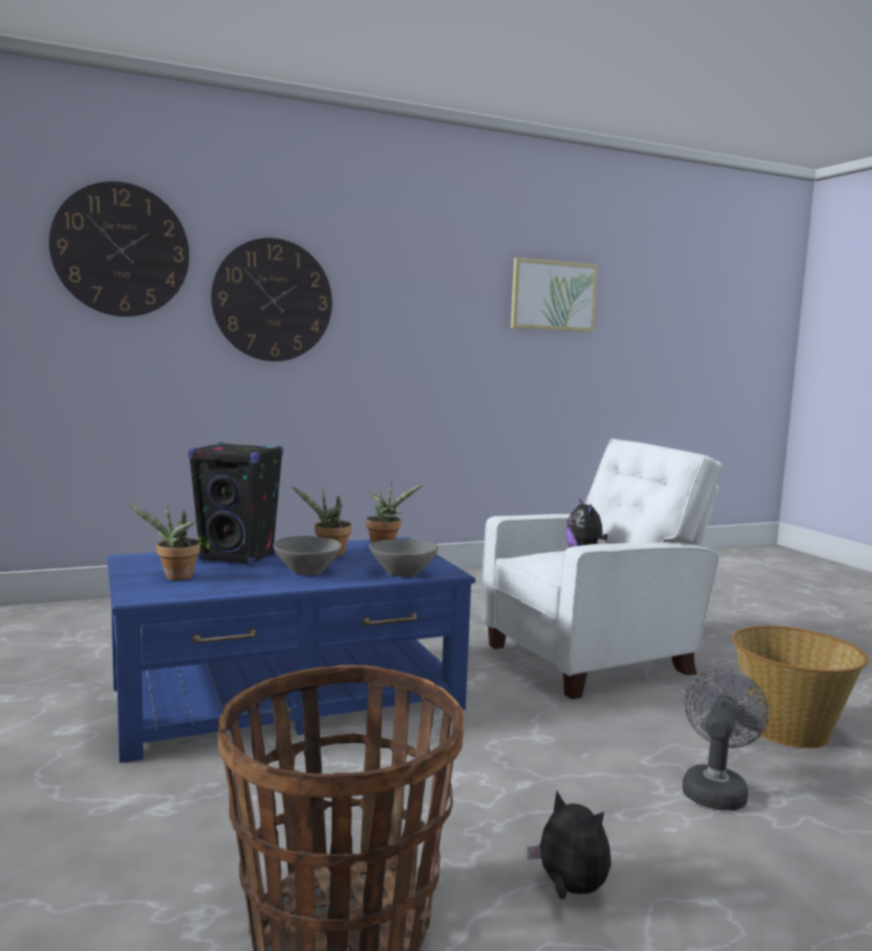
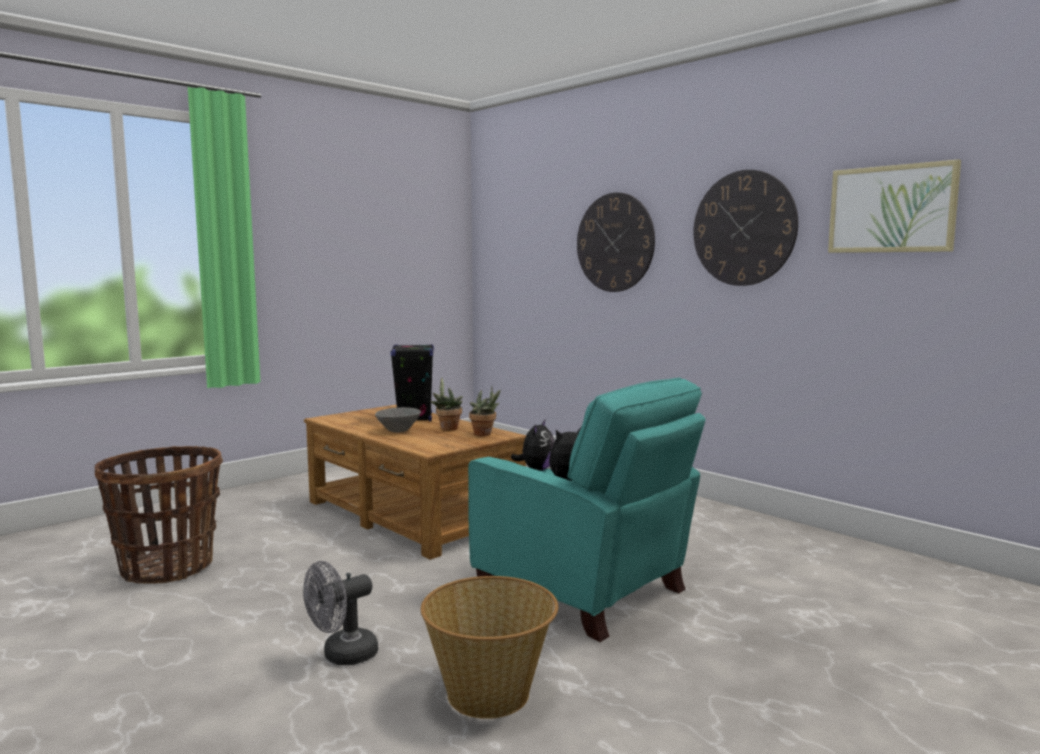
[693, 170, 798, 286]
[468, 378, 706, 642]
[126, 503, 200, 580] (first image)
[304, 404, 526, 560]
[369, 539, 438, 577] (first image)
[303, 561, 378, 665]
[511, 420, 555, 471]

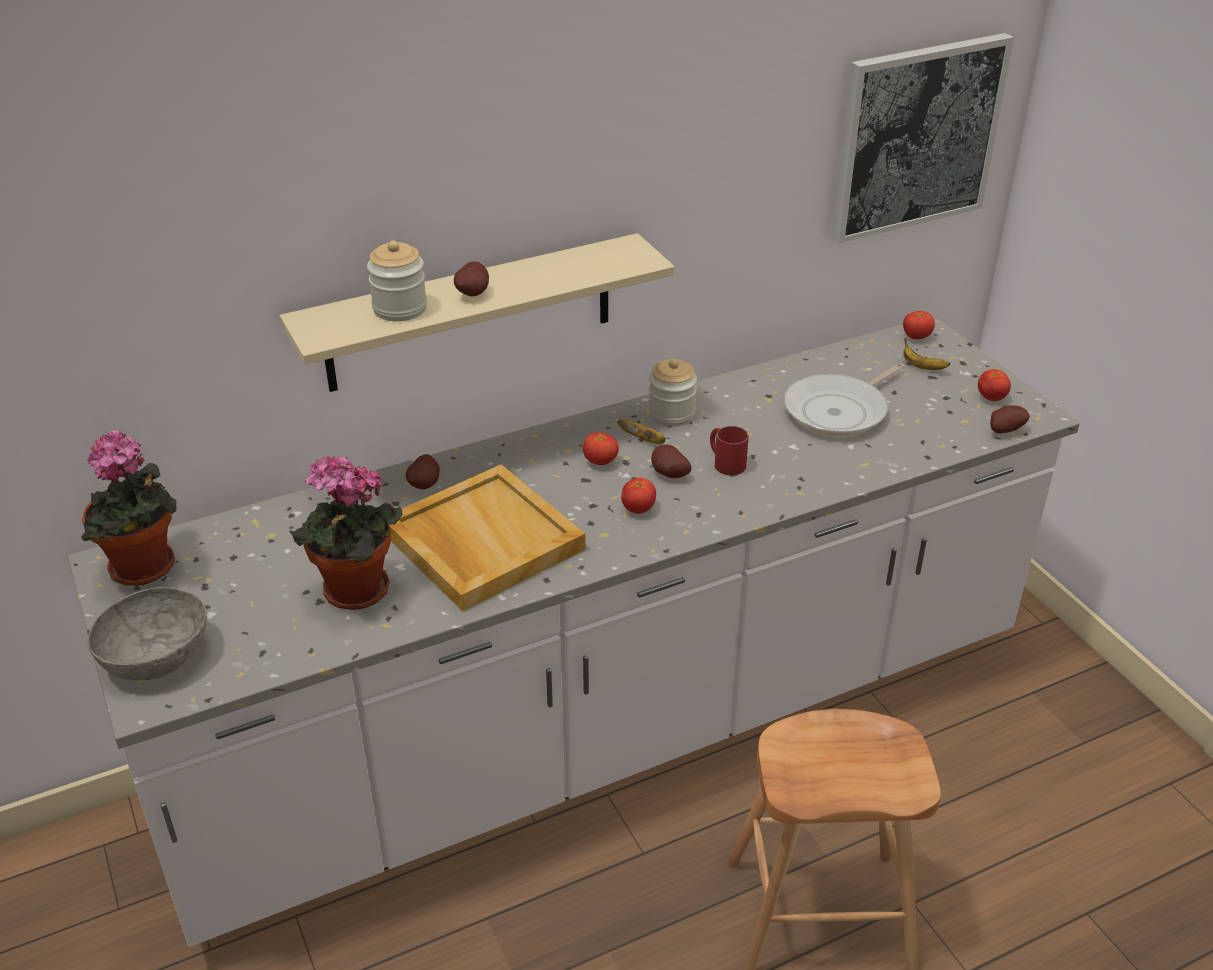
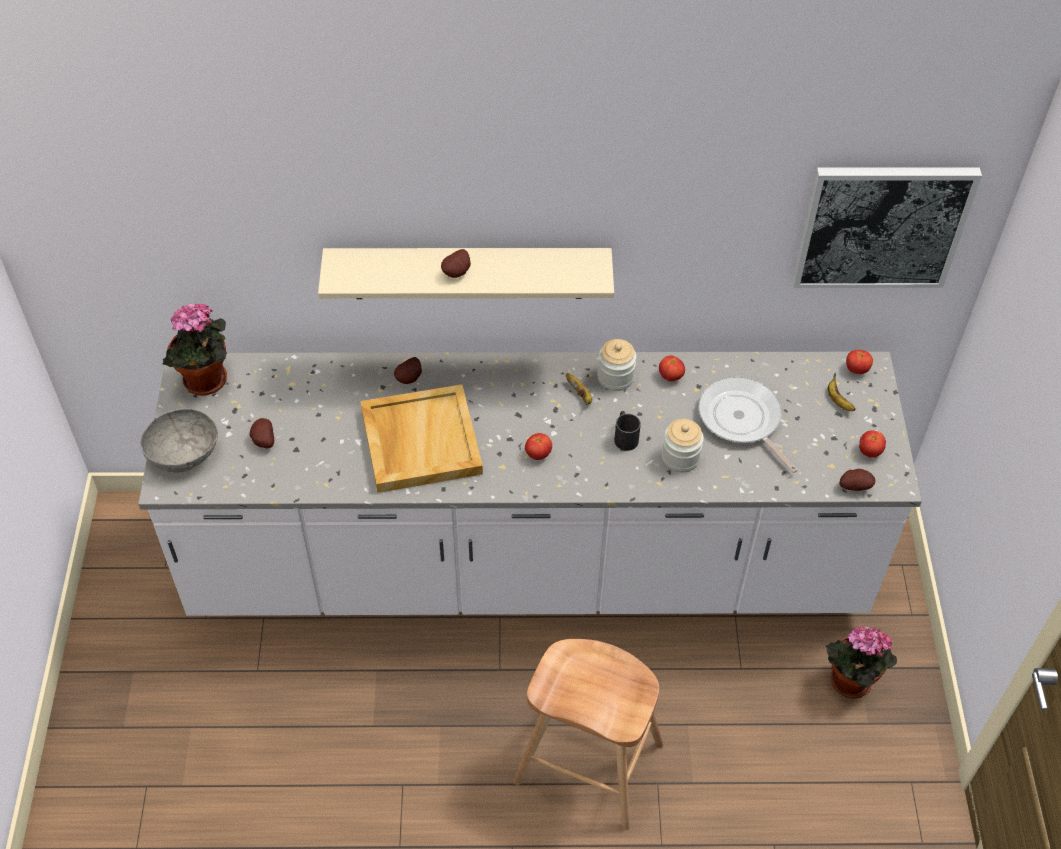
[662, 419, 704, 472]
[698, 377, 797, 473]
[614, 411, 641, 451]
[659, 356, 685, 381]
[250, 418, 274, 448]
[826, 627, 897, 699]

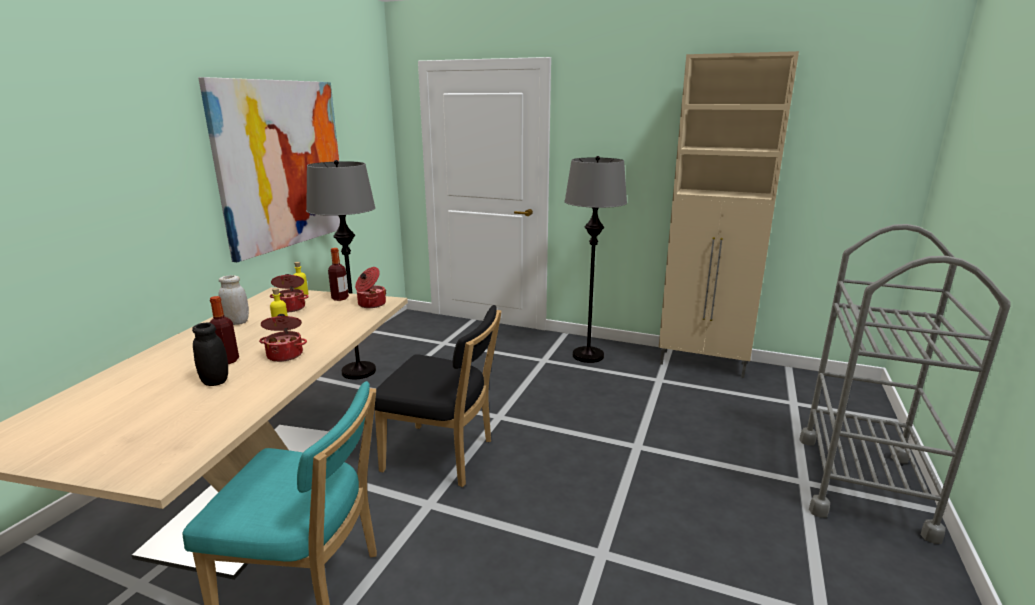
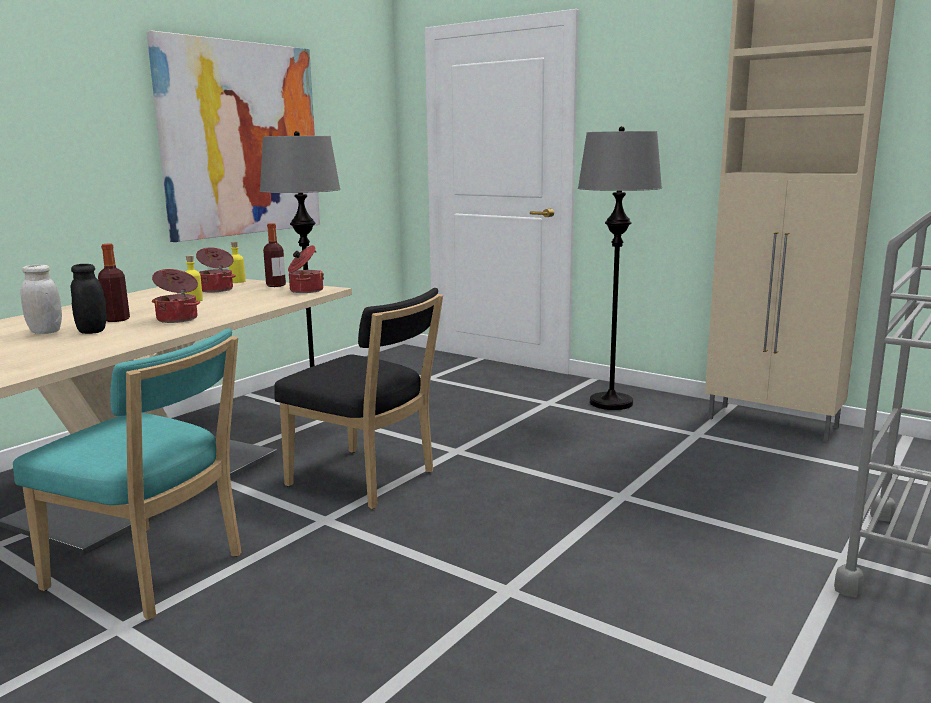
[21, 264, 62, 334]

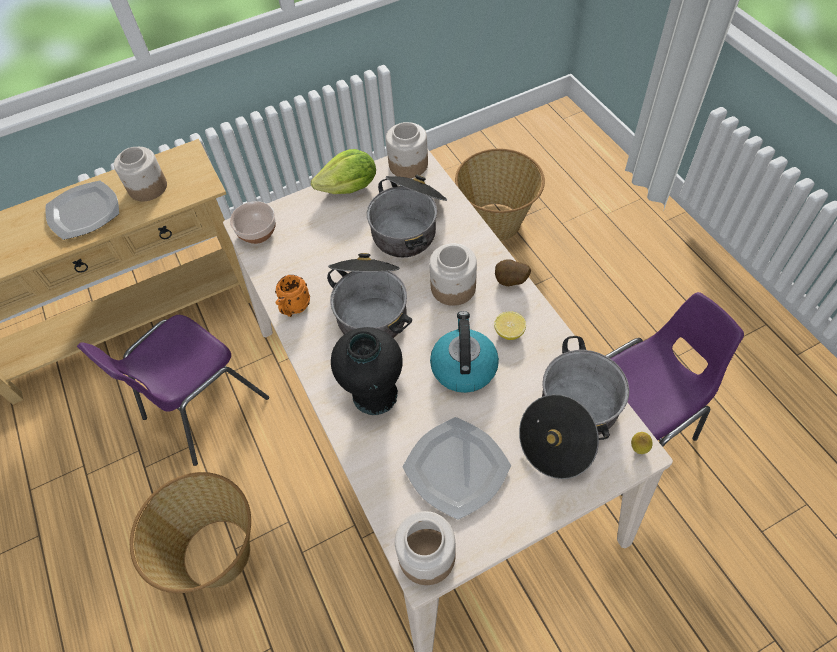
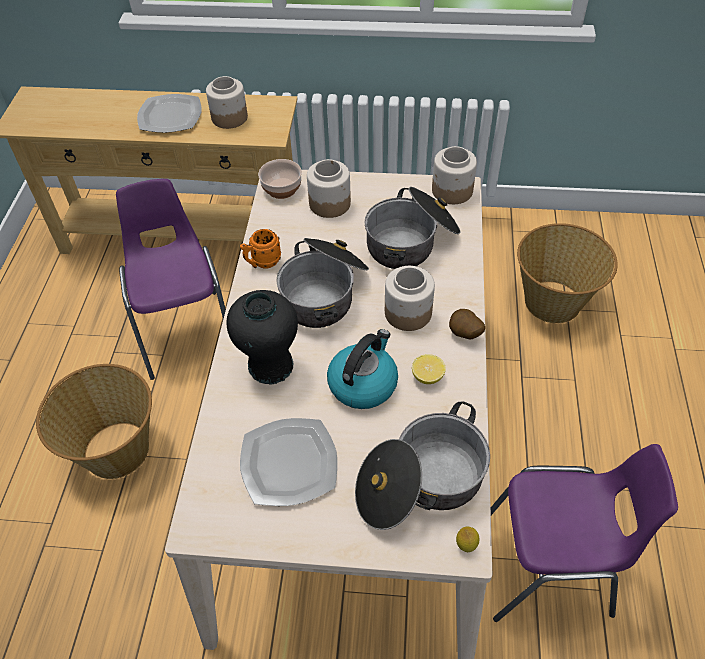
[311, 149, 376, 194] (first image)
[116, 179, 226, 380]
[307, 159, 351, 218]

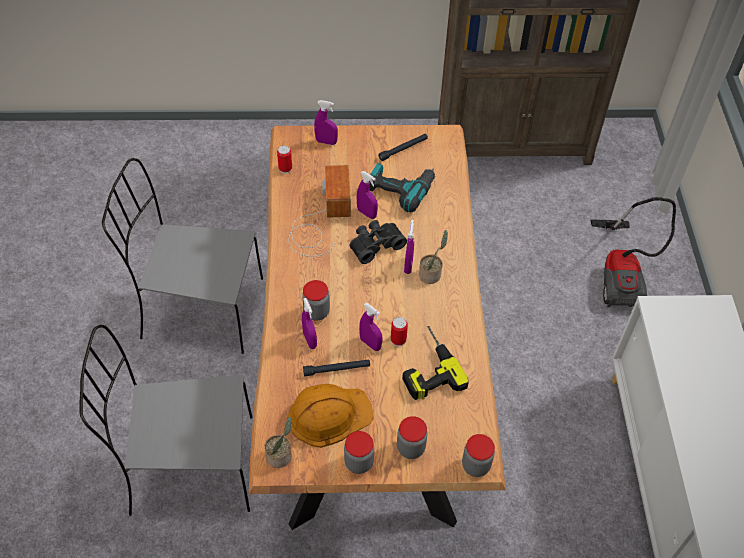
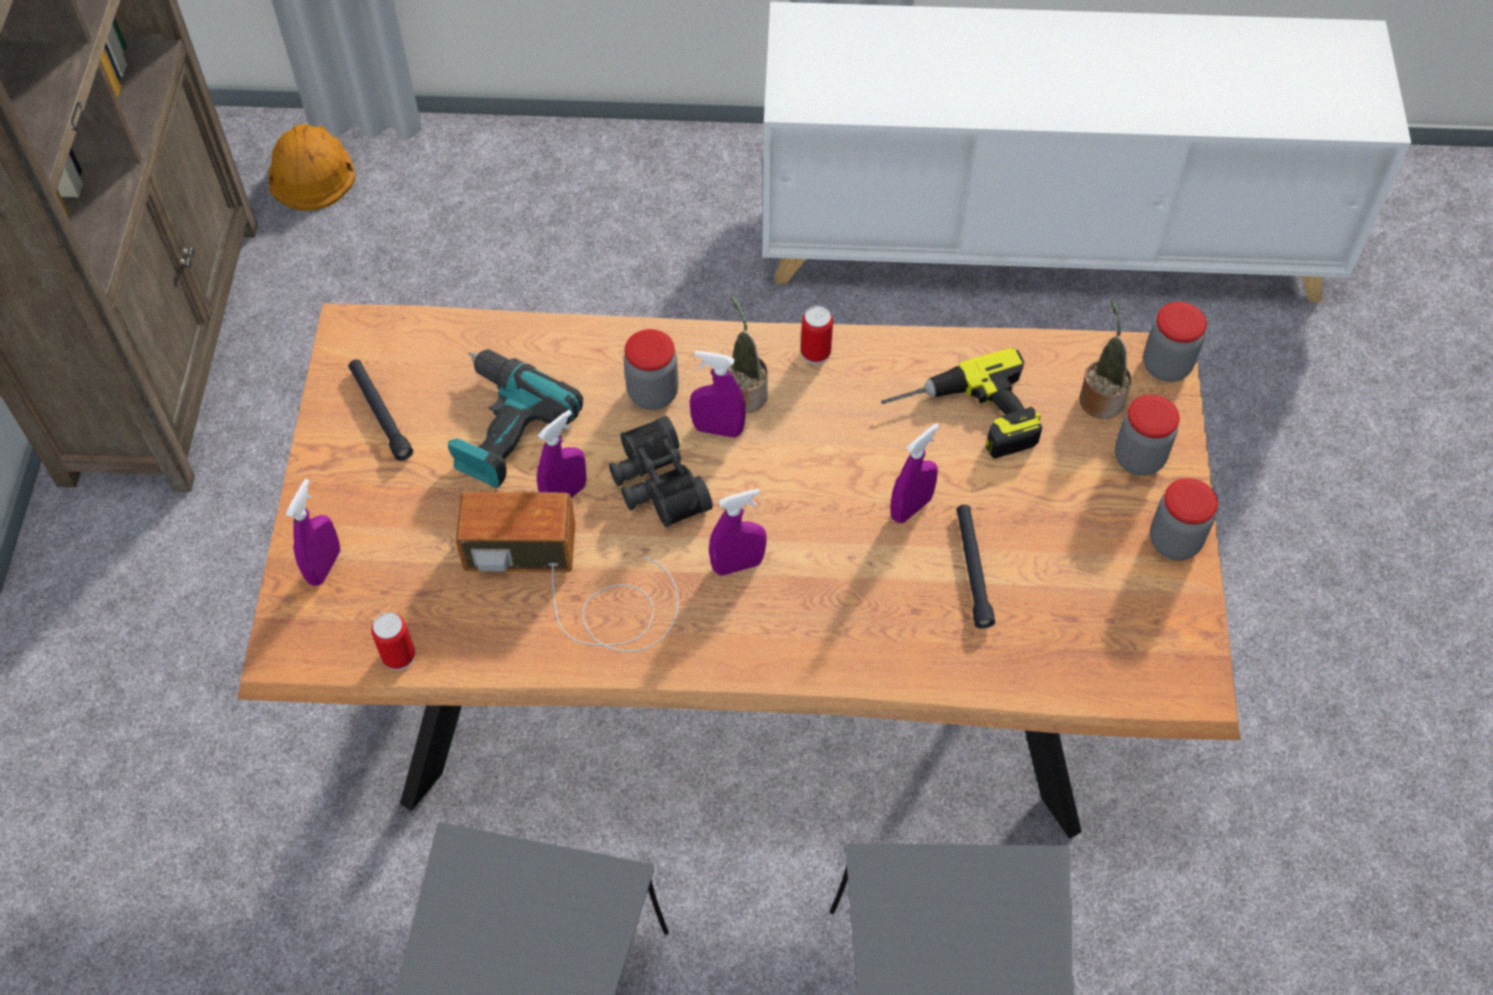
[590, 197, 676, 307] (first image)
[624, 329, 678, 410]
[709, 488, 767, 576]
[801, 306, 833, 364]
[269, 124, 356, 211]
[1080, 300, 1132, 419]

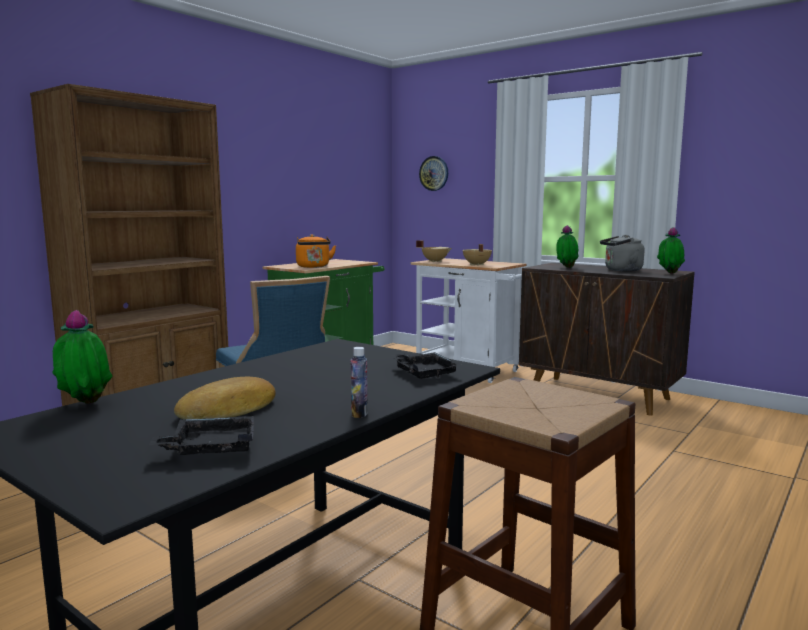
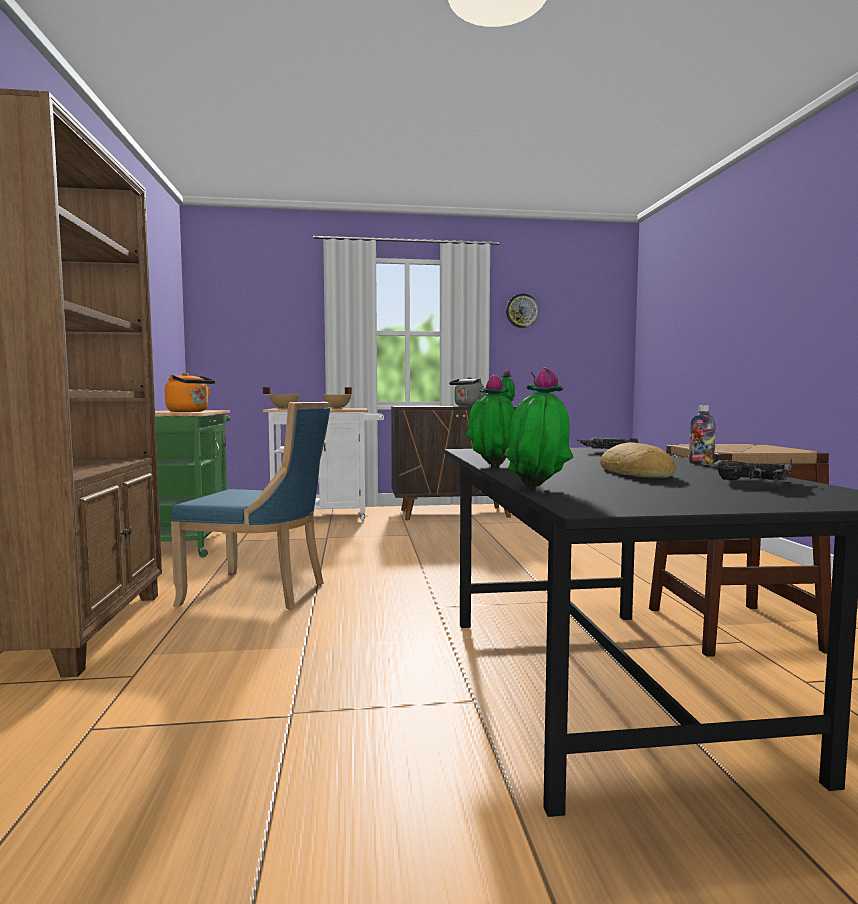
[506, 294, 539, 328]
[466, 374, 515, 466]

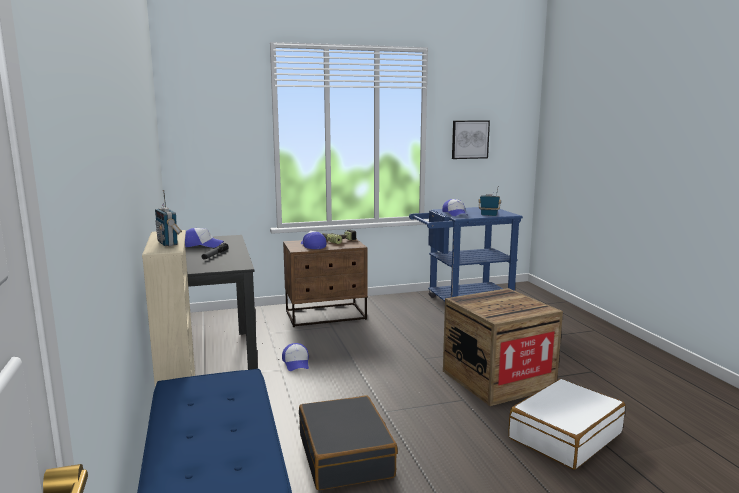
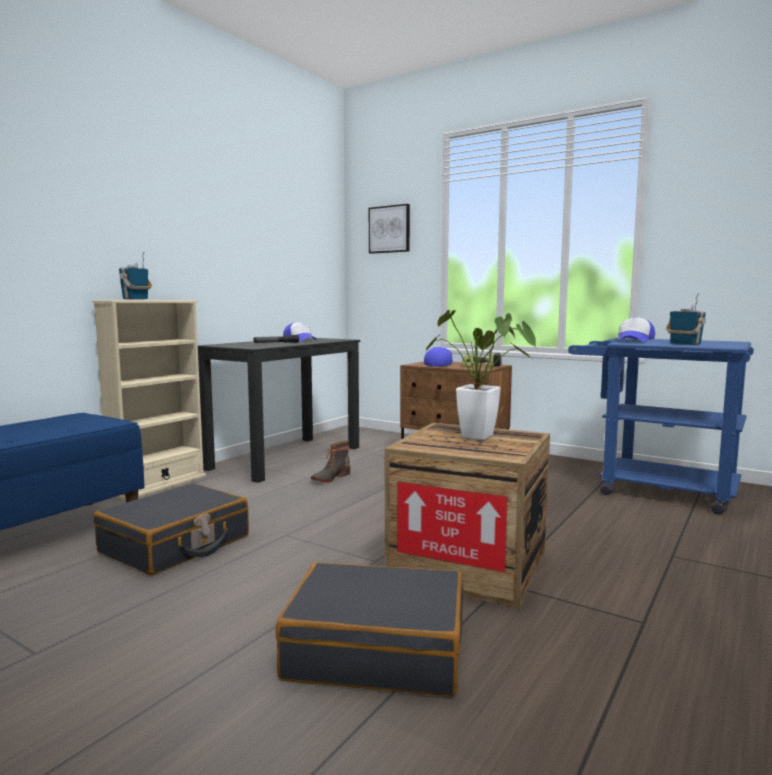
[369, 204, 410, 254]
[311, 441, 350, 483]
[276, 562, 463, 696]
[426, 310, 537, 440]

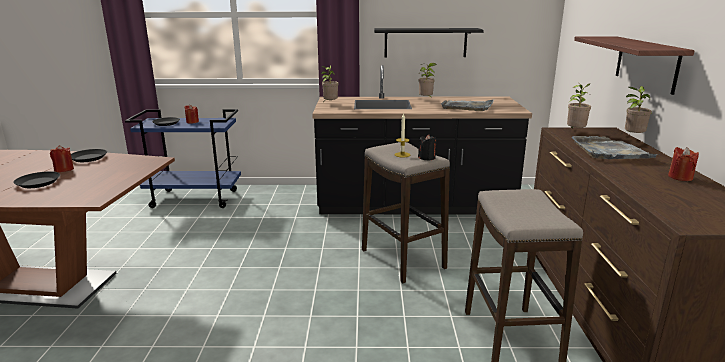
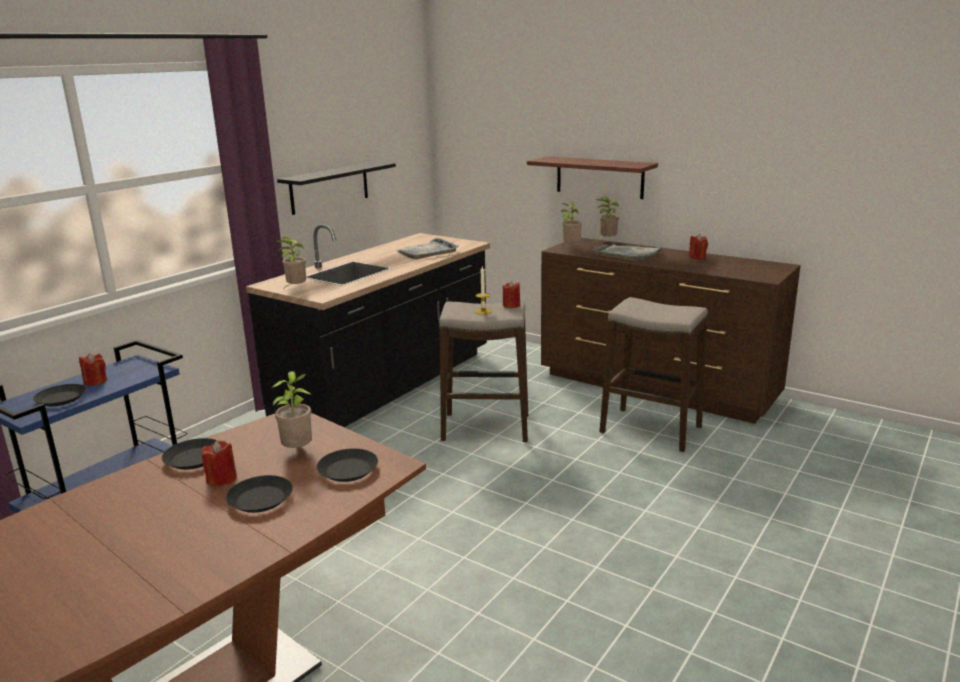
[271, 371, 312, 448]
[503, 281, 520, 308]
[317, 449, 378, 482]

